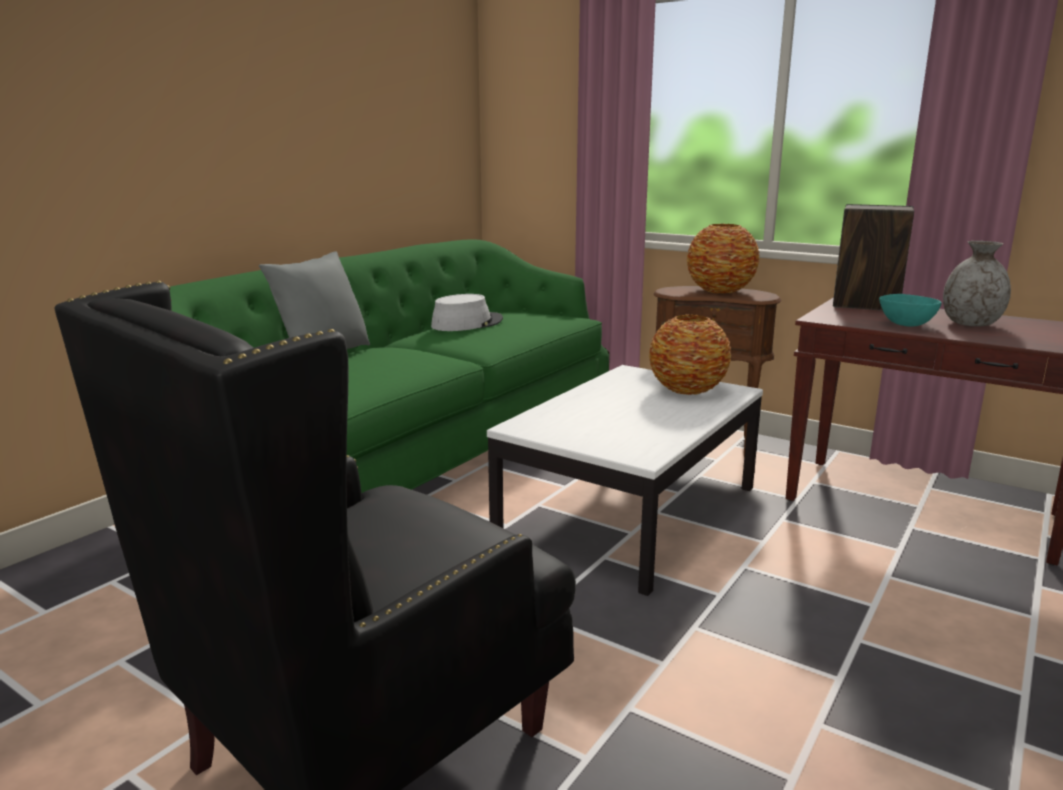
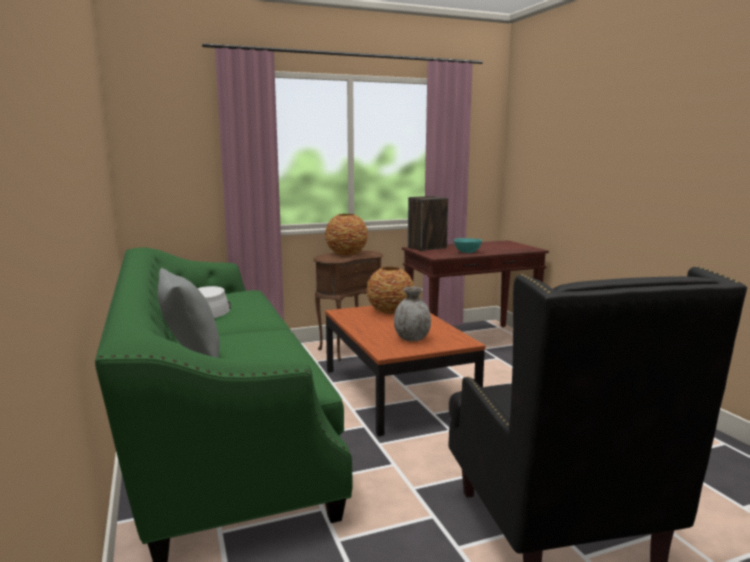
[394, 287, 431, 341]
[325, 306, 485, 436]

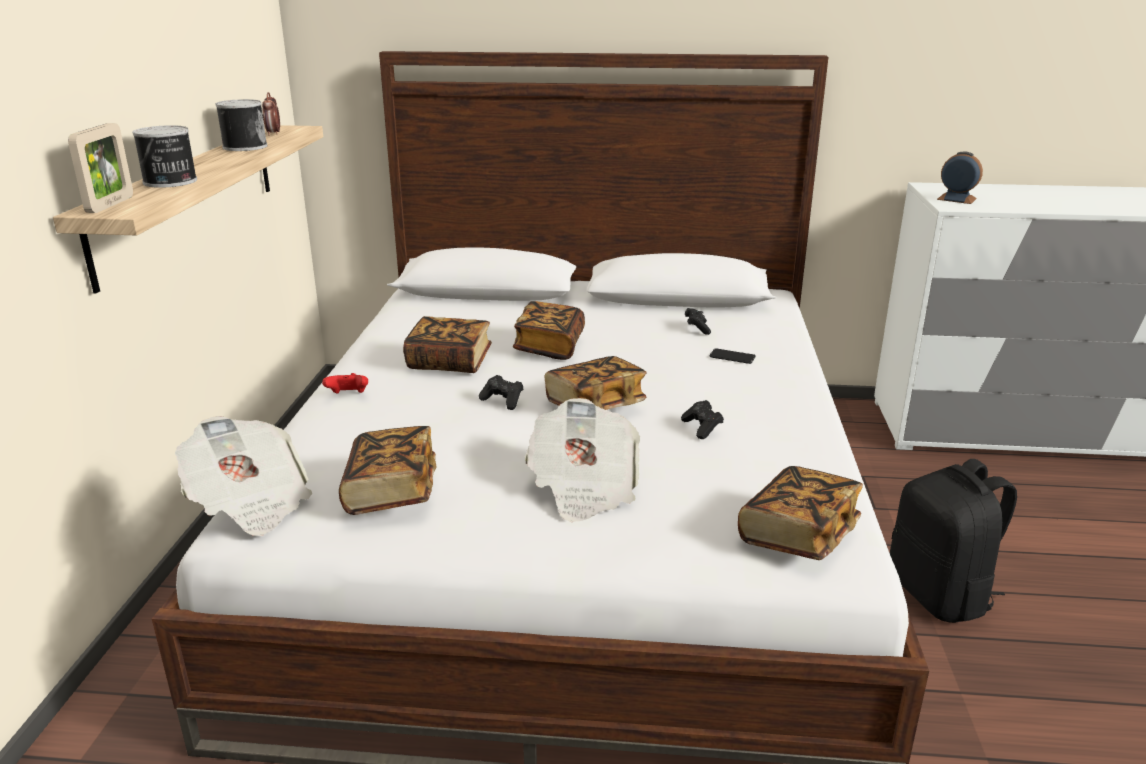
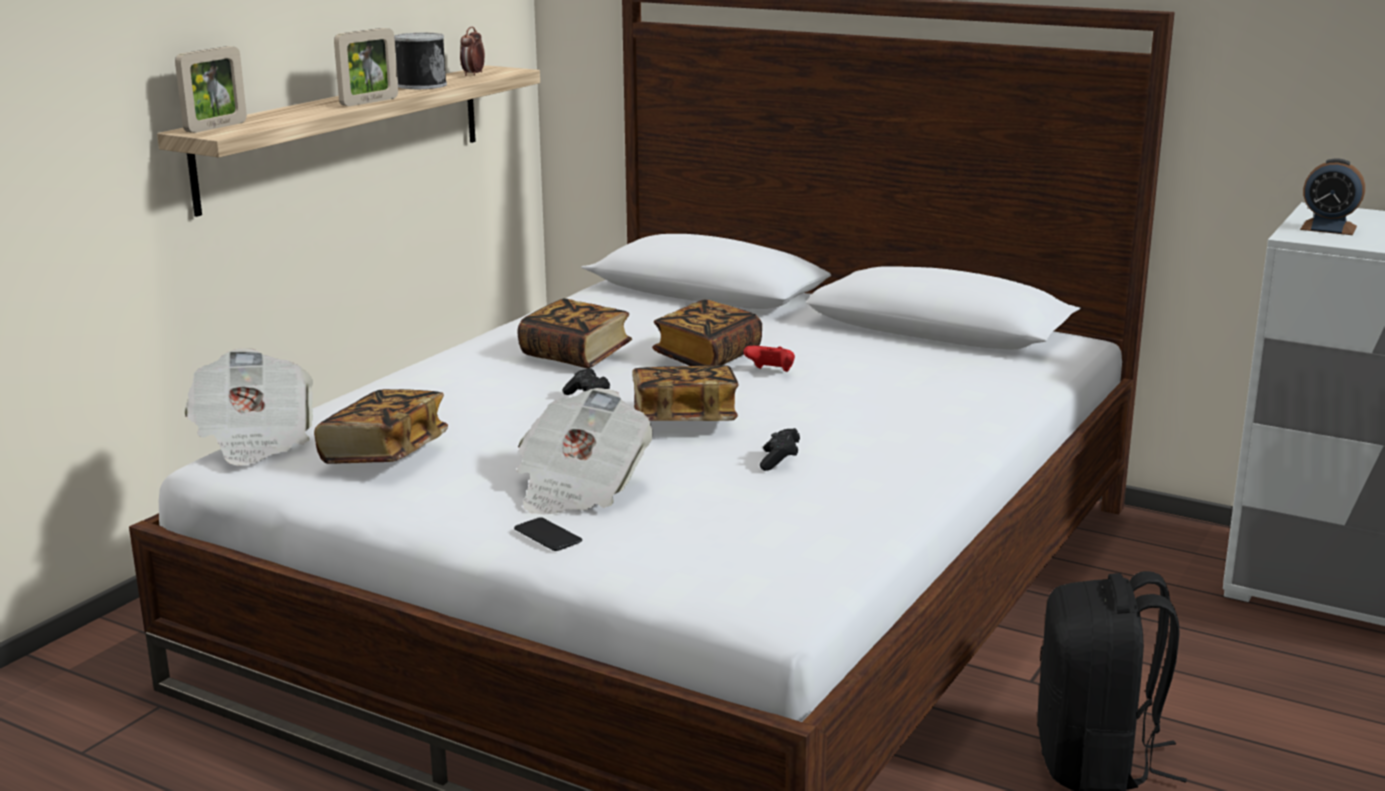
[132, 125, 197, 188] (first image)
[1300, 159, 1365, 235]
[685, 308, 711, 335] (first image)
[514, 517, 583, 551]
[744, 346, 795, 372]
[738, 466, 863, 560] (first image)
[334, 28, 398, 106]

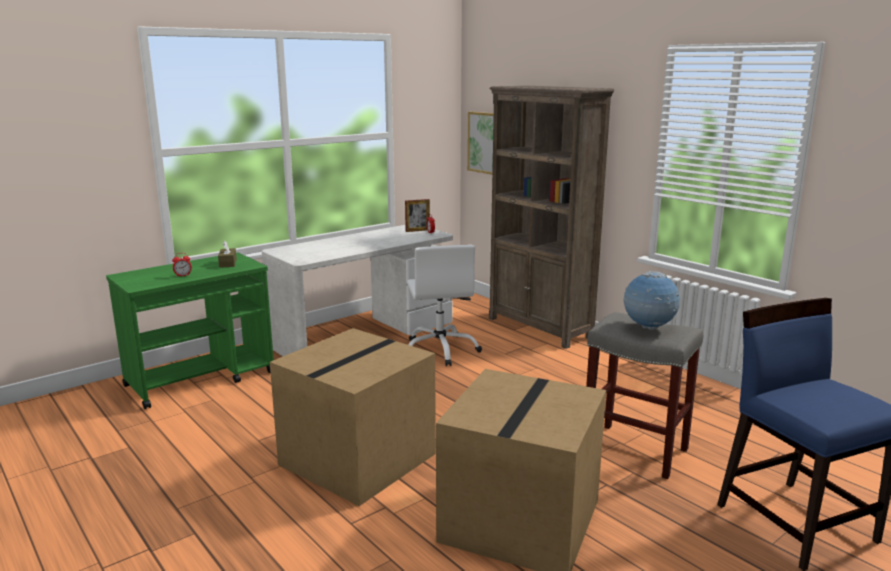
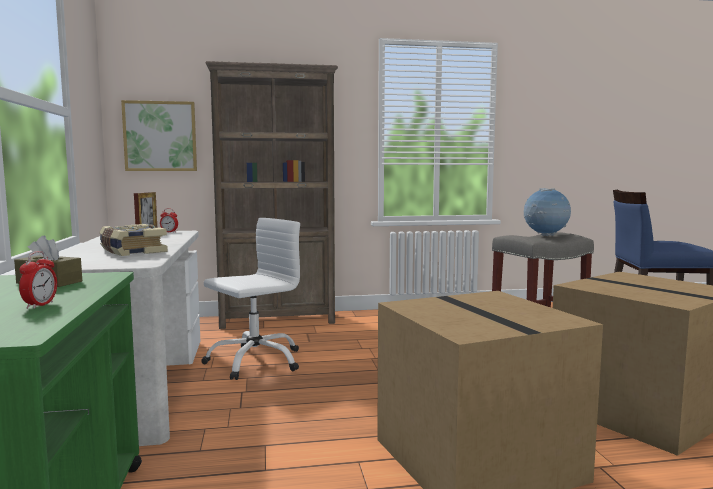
[201, 218, 300, 380]
[99, 224, 168, 256]

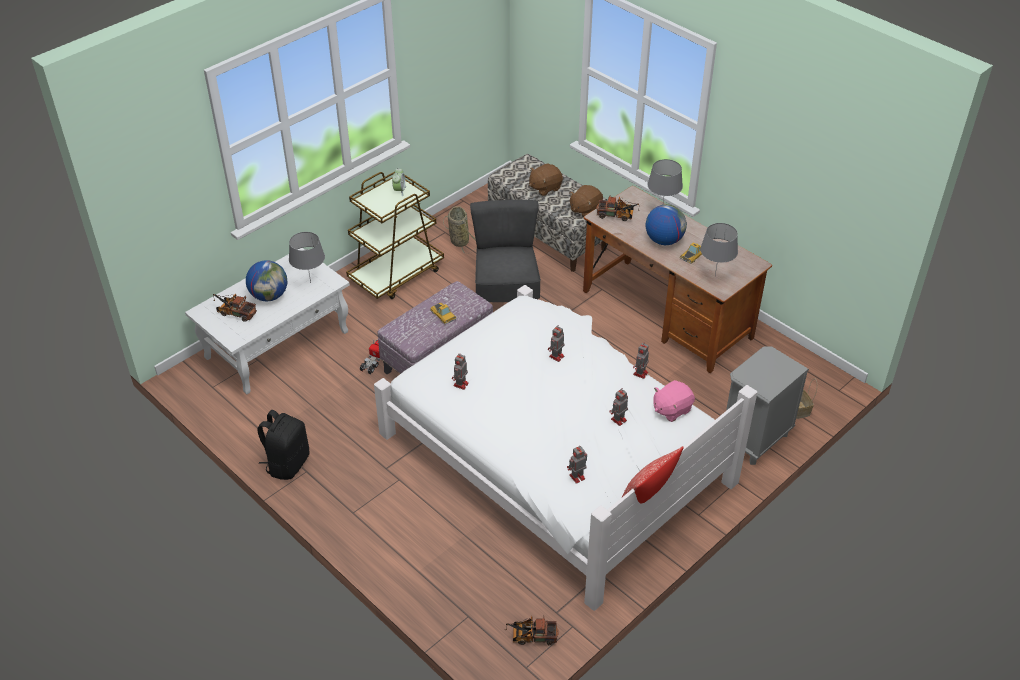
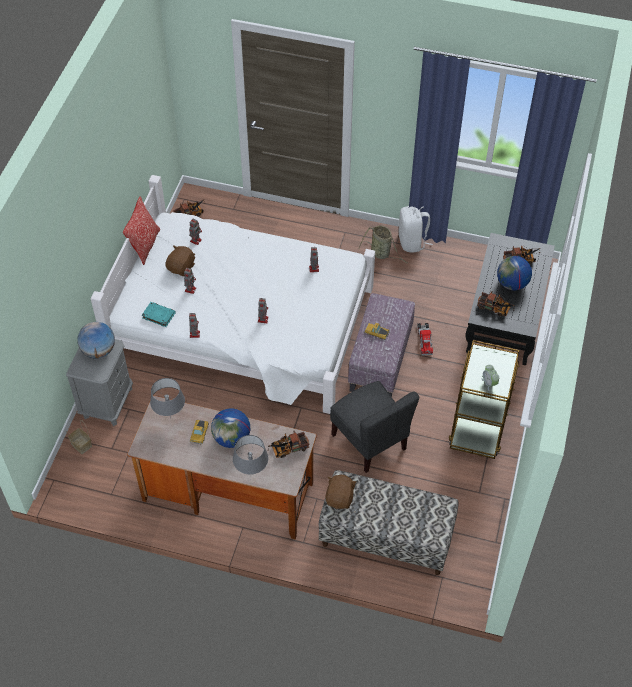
[165, 245, 196, 276]
[359, 226, 408, 263]
[477, 292, 515, 316]
[465, 233, 555, 365]
[142, 302, 176, 327]
[398, 206, 433, 253]
[77, 322, 115, 358]

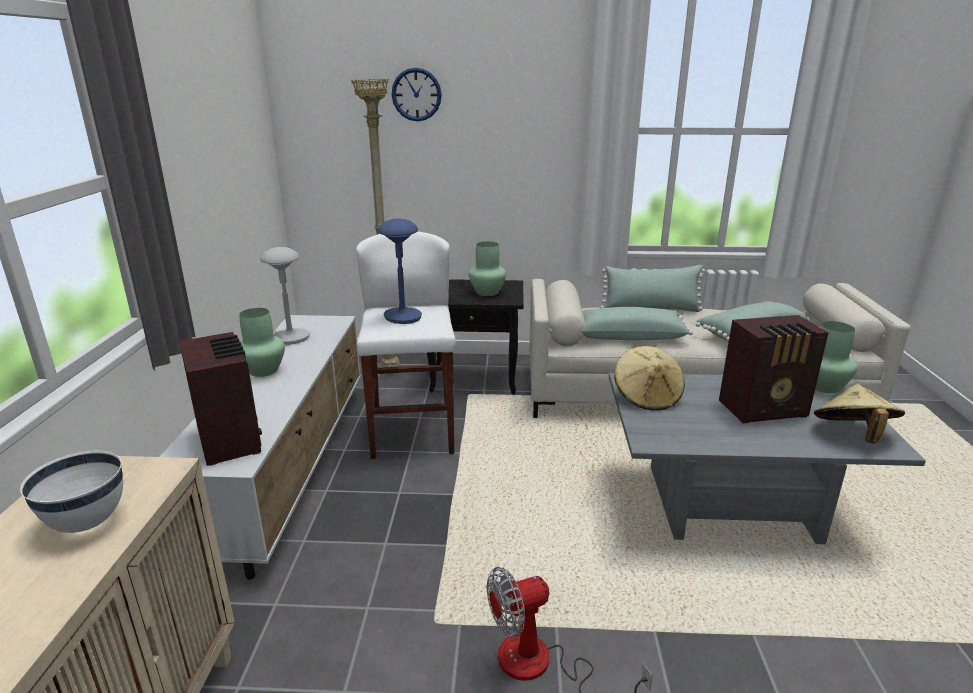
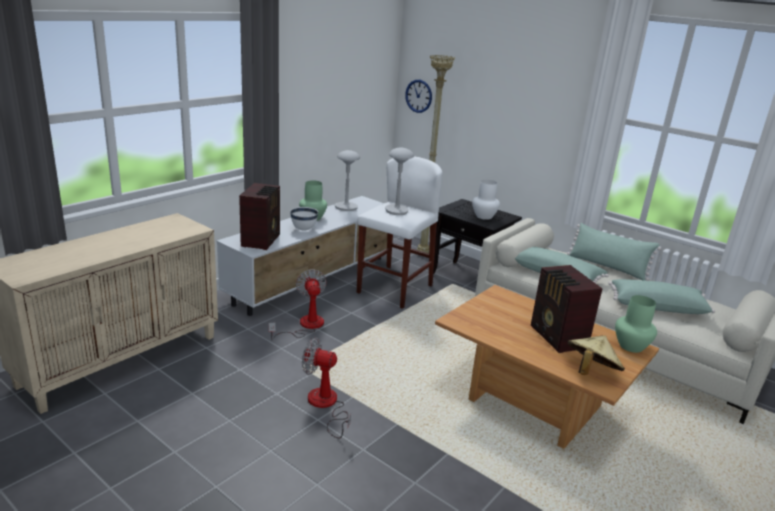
[405, 80, 432, 113]
[385, 148, 414, 215]
[472, 180, 500, 220]
[531, 265, 602, 353]
[614, 346, 685, 411] (first image)
[435, 285, 659, 449]
[290, 207, 318, 231]
[269, 269, 327, 340]

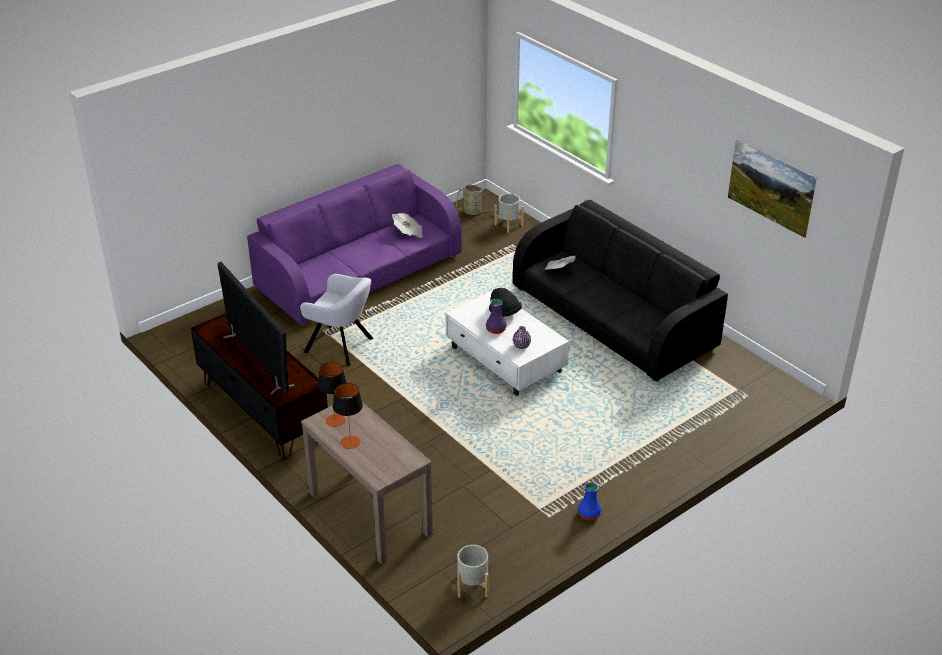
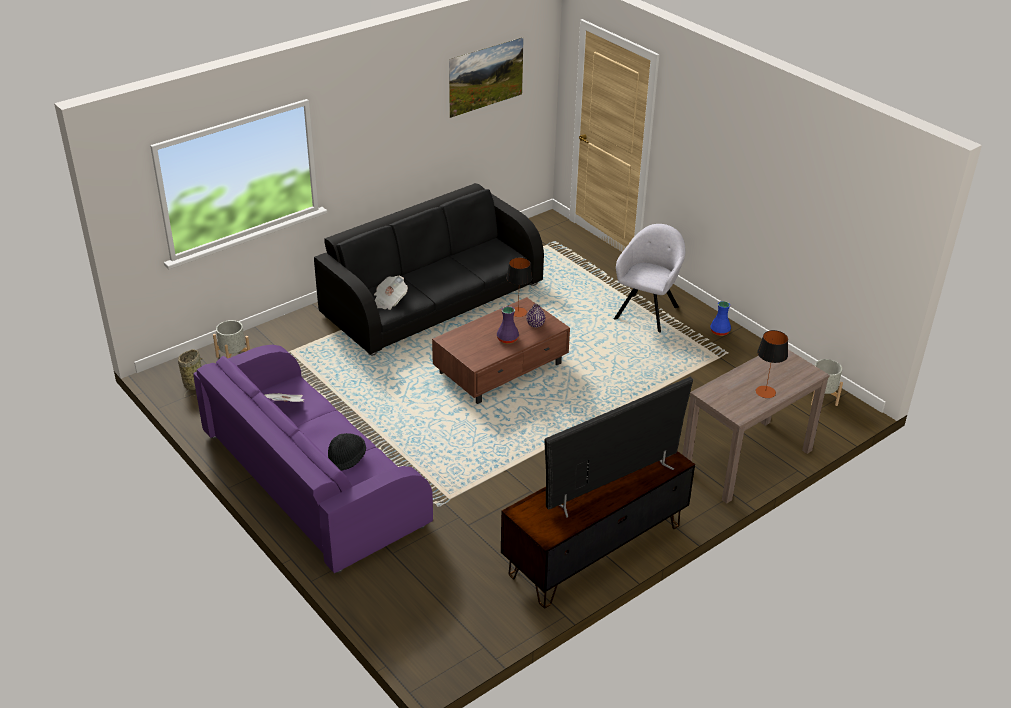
[614, 224, 685, 333]
[328, 433, 366, 470]
[432, 297, 570, 404]
[506, 258, 532, 317]

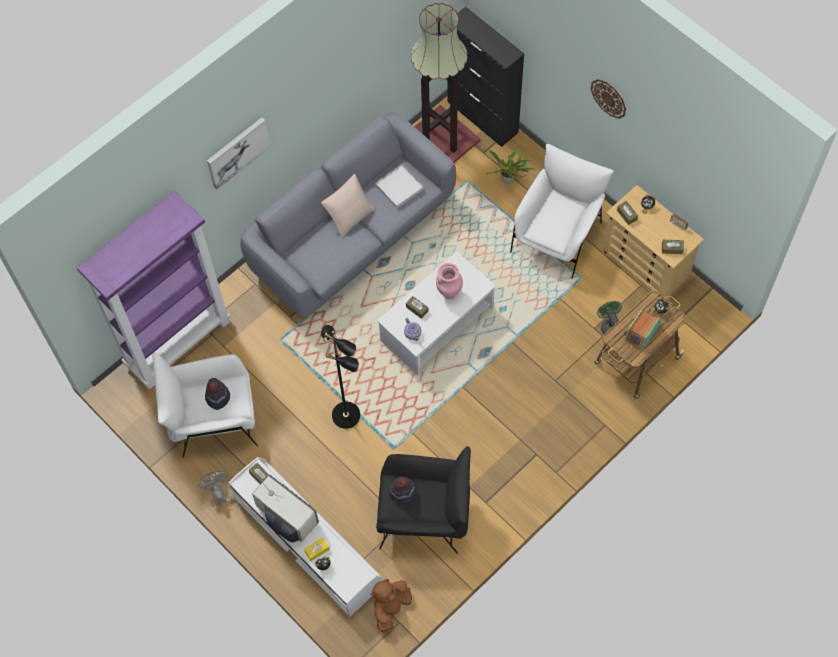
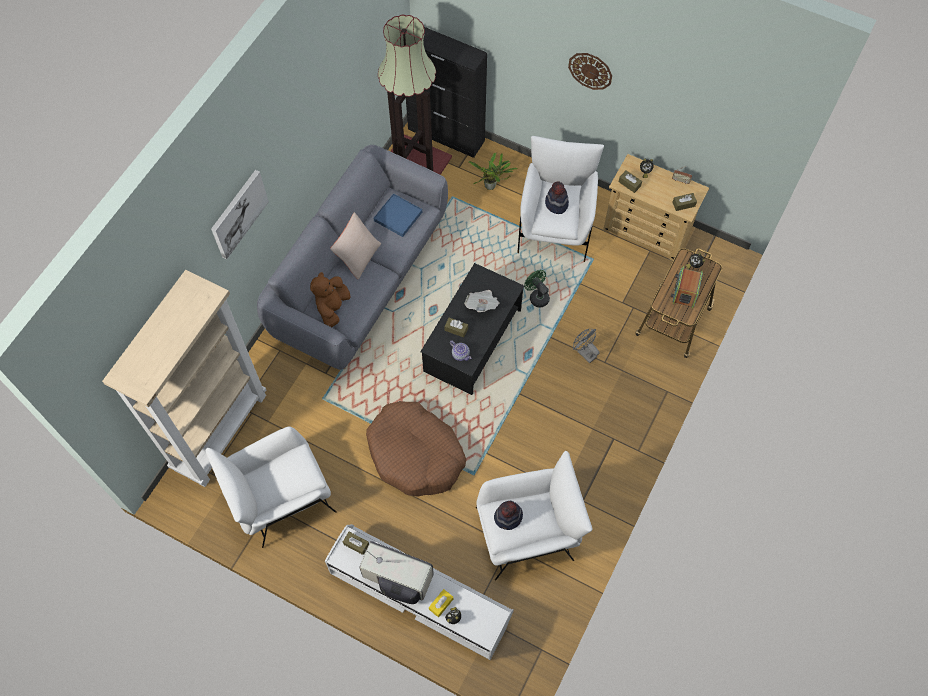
[373, 193, 422, 237]
[102, 270, 266, 487]
[420, 263, 524, 395]
[464, 290, 500, 312]
[524, 270, 550, 308]
[366, 401, 466, 497]
[545, 181, 569, 214]
[476, 451, 593, 581]
[573, 329, 599, 363]
[310, 272, 351, 327]

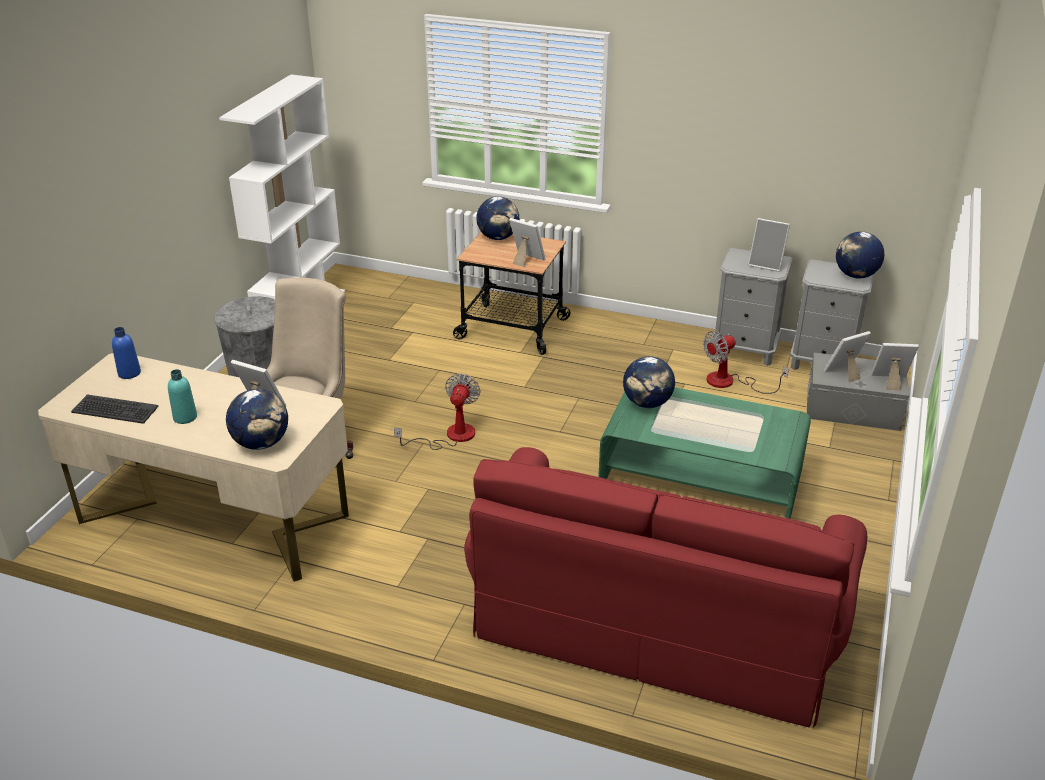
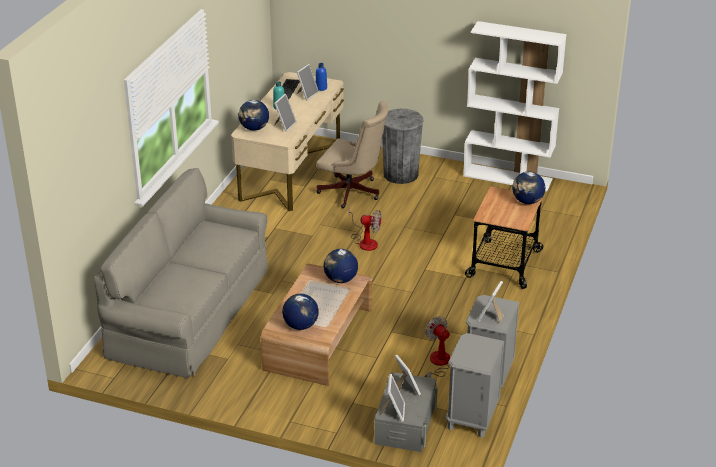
[297, 64, 319, 100]
[282, 294, 319, 330]
[261, 263, 372, 386]
[94, 168, 268, 378]

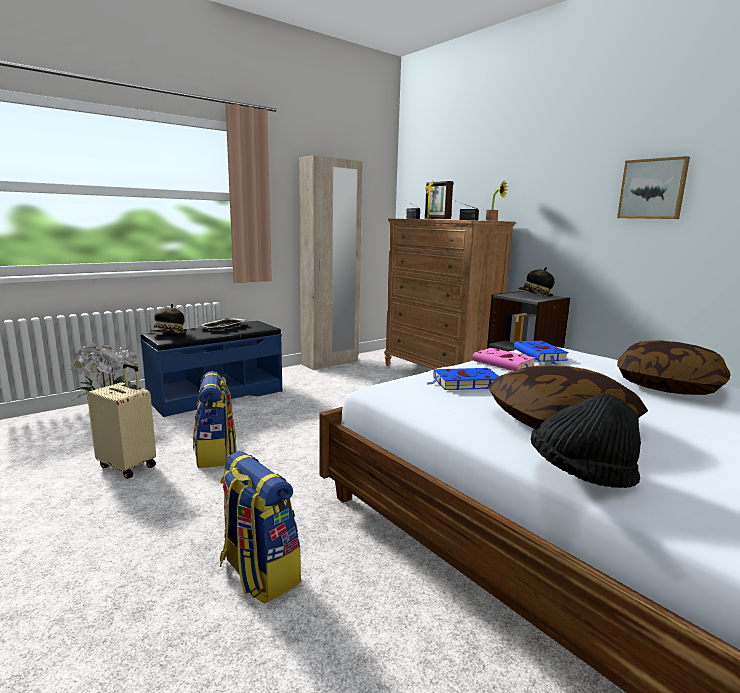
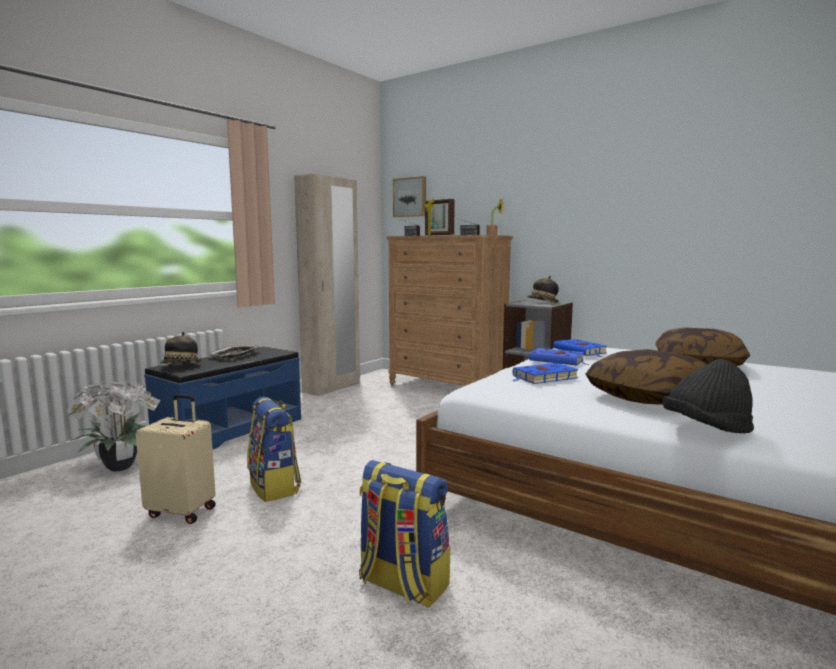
[393, 176, 426, 217]
[529, 348, 590, 365]

